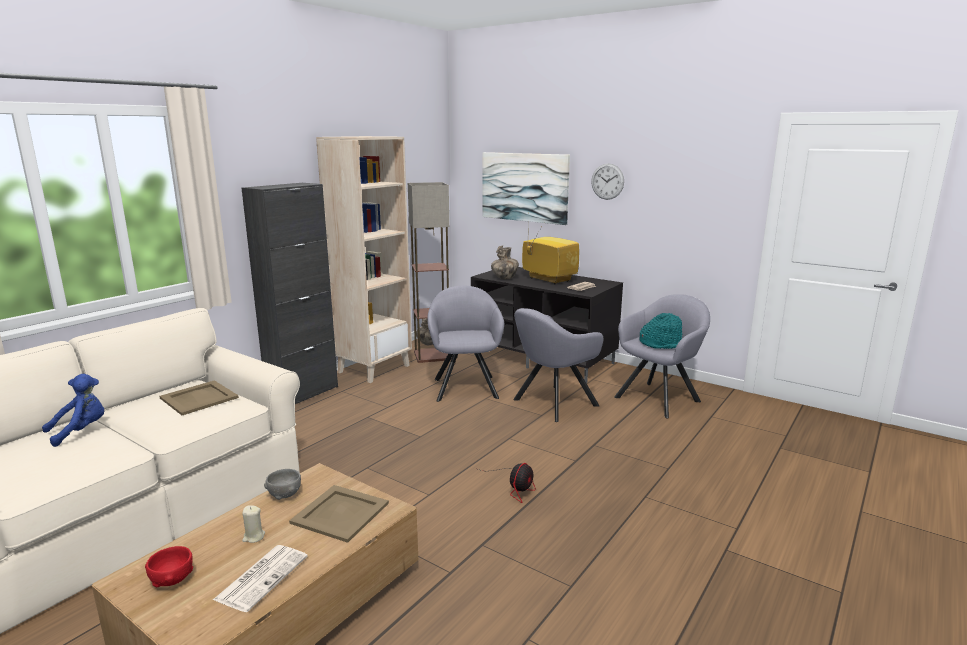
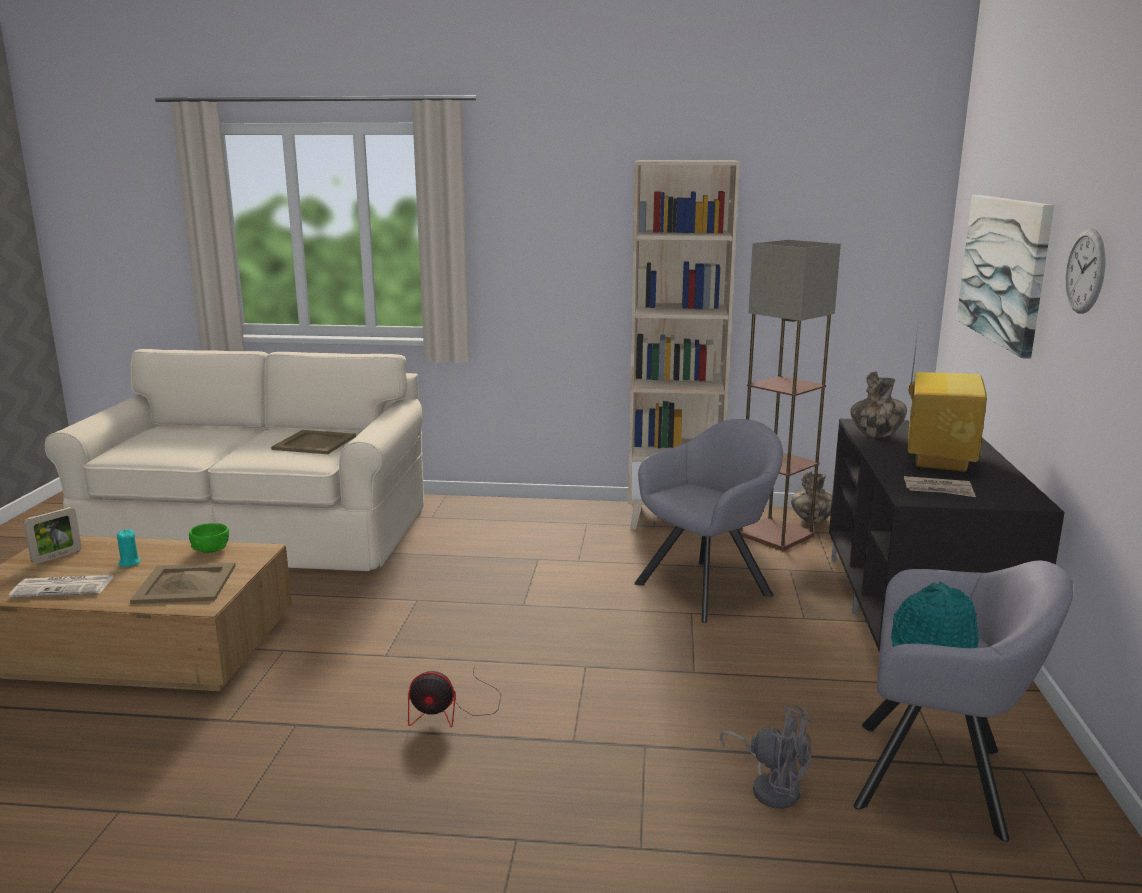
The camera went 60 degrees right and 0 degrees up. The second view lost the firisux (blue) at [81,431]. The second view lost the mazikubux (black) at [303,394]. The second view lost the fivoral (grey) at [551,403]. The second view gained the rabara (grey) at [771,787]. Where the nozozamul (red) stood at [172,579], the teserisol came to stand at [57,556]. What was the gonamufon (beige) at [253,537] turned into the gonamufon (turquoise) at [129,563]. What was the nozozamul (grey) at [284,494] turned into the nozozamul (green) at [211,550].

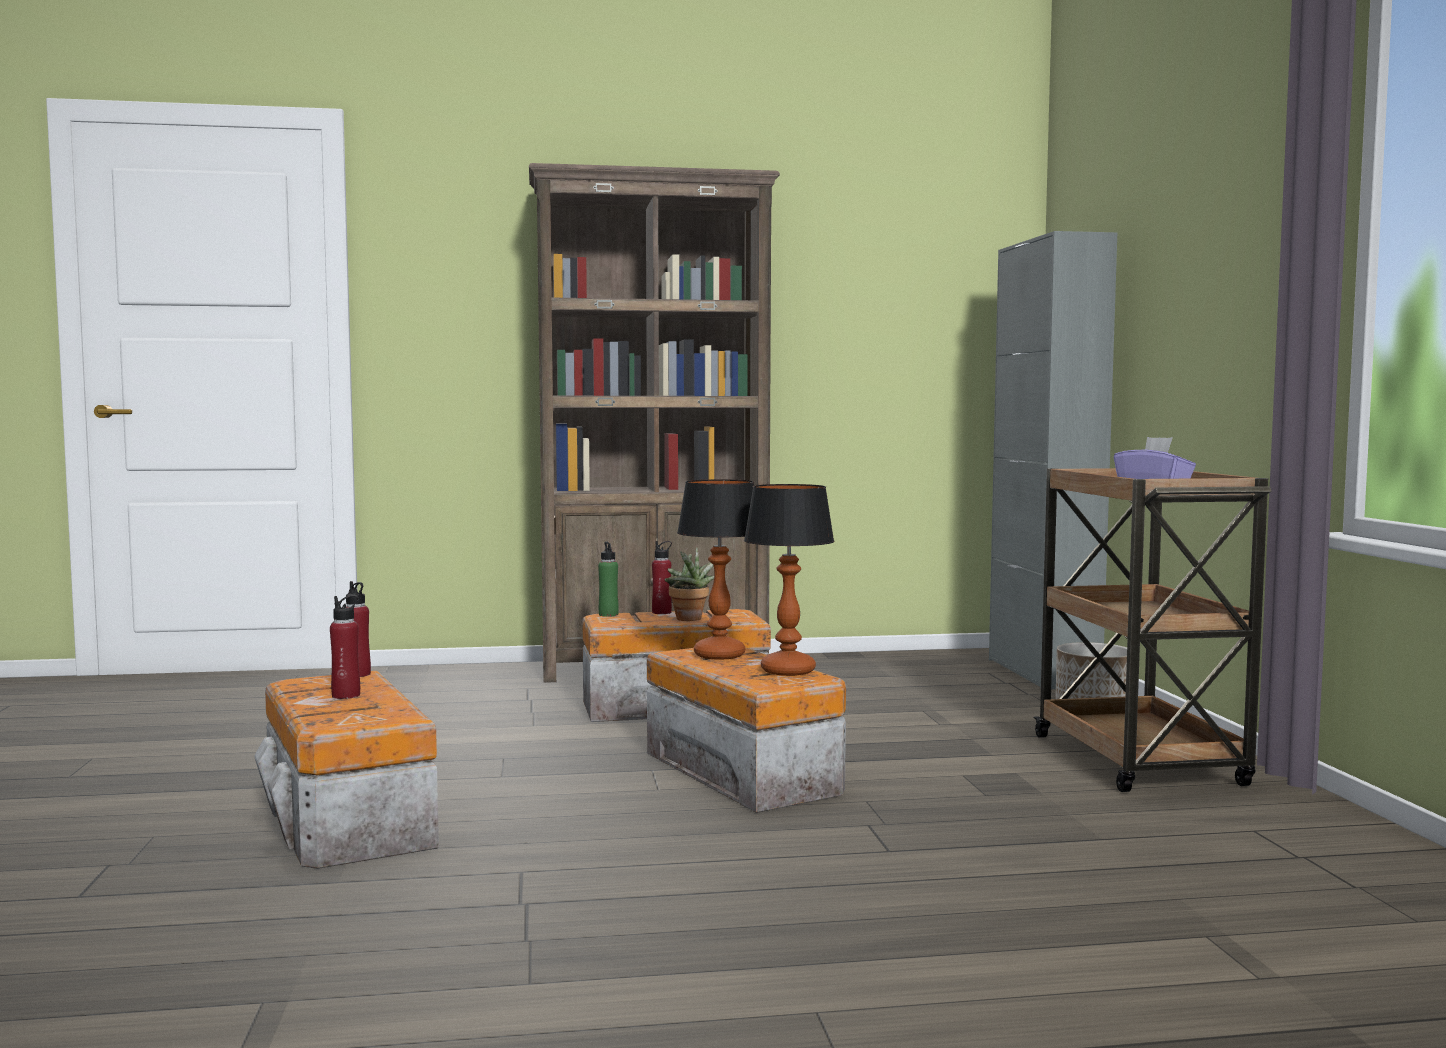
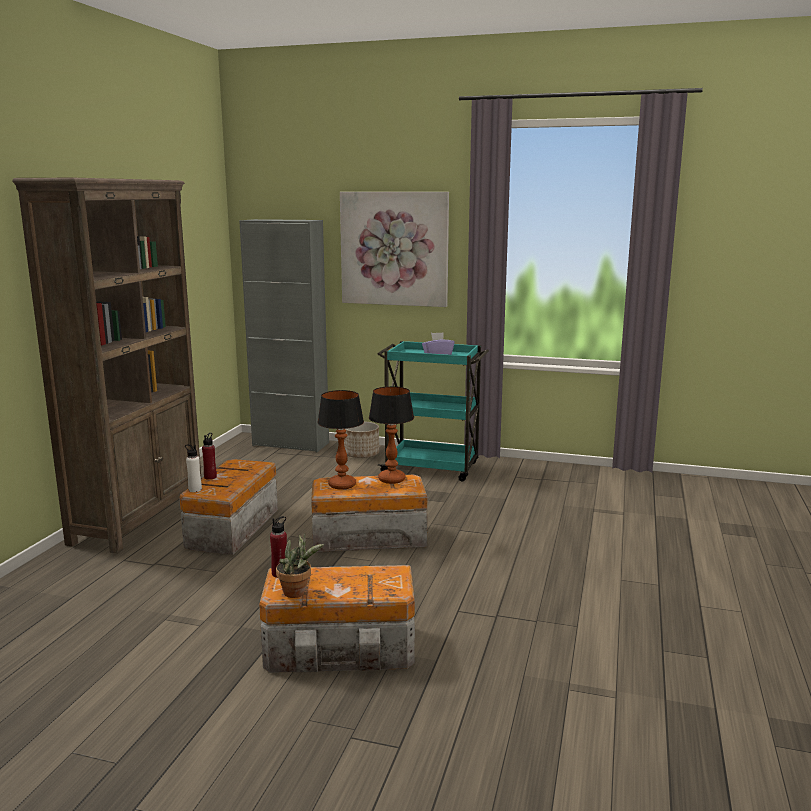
The camera went 65 degrees left and 10 degrees up. The second view lost the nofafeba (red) at [346,695]. The second view gained the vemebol at [394,249]. The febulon ended up elsewhere, having gone from [690,619] to [298,593]. What was the nofafeba (green) at [608,614] turned into the nofafeba (white) at [195,489]. What was the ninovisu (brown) at [1139,762] turned into the ninovisu (turquoise) at [432,468].

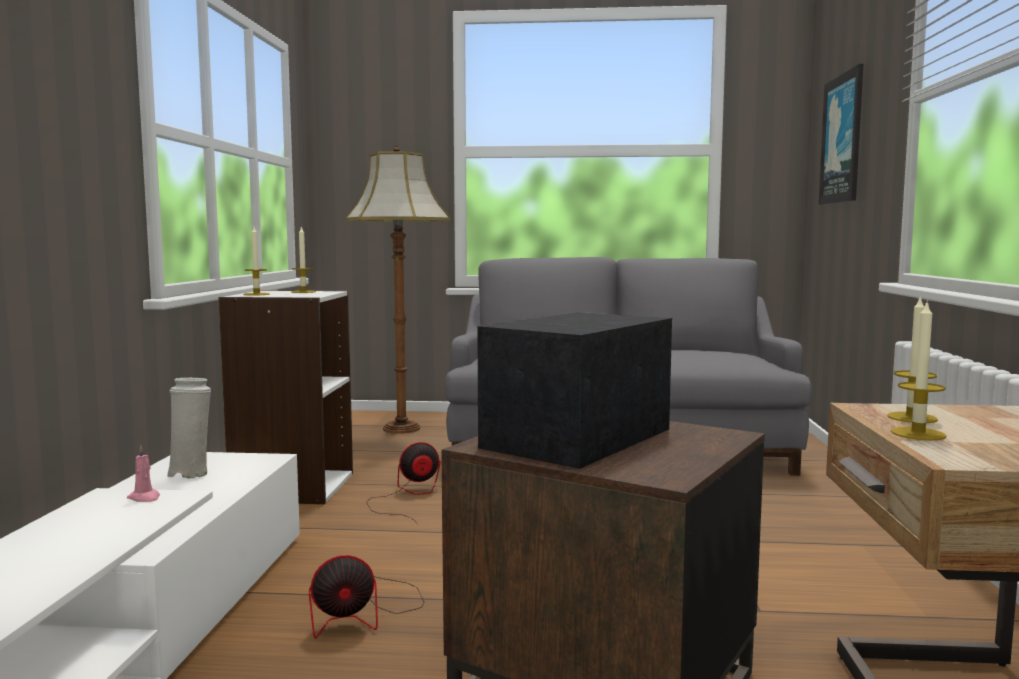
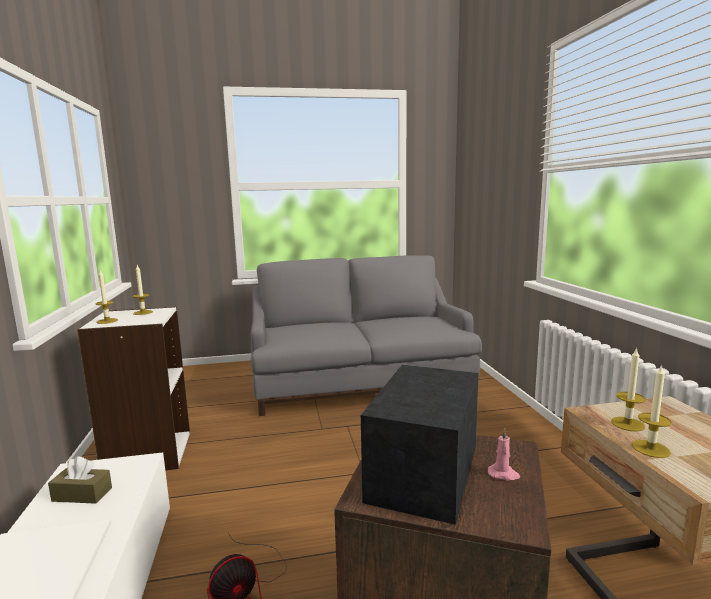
The camera went 15 degrees left and 5 degrees up. The second view lost the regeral at [401,428]. The second view lost the rabara at [408,496]. The second view lost the vemebol at [843,139]. The gonamufon (pink) ended up elsewhere, having gone from [144,498] to [503,474]. Where the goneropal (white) stood at [190,474], the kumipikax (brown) came to stand at [82,494].

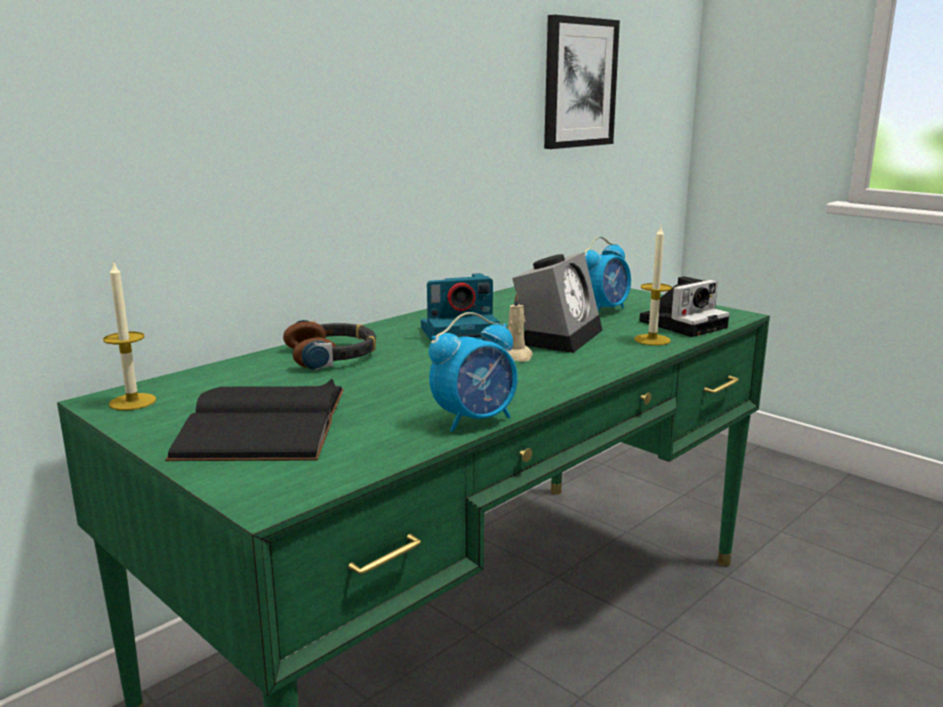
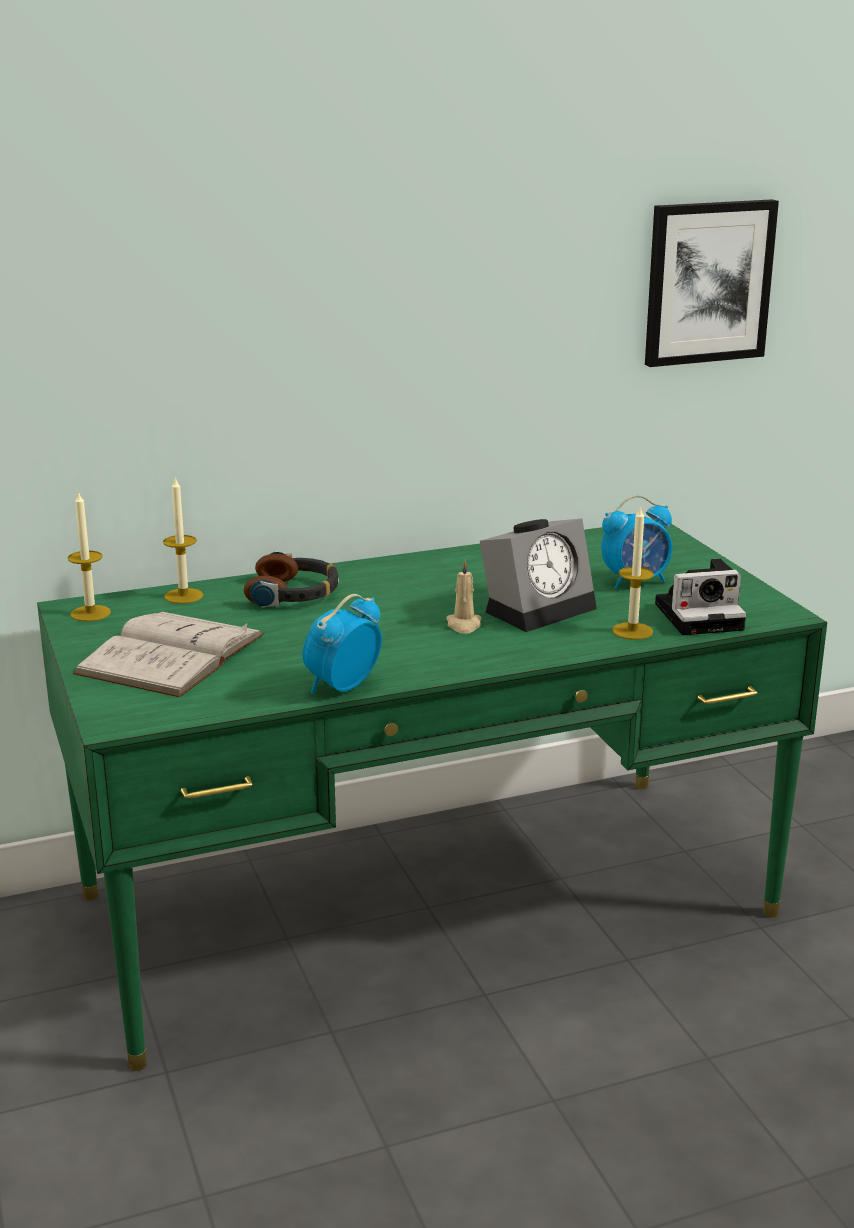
The camera went 25 degrees right and 5 degrees up. The second view lost the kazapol at [460,334]. The second view gained the gonamufon at [183,596]. What was the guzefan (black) at [263,422] turned into the guzefan (white) at [171,654]. The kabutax at [475,420] ended up facing another way, 135 degrees clockwise from before.

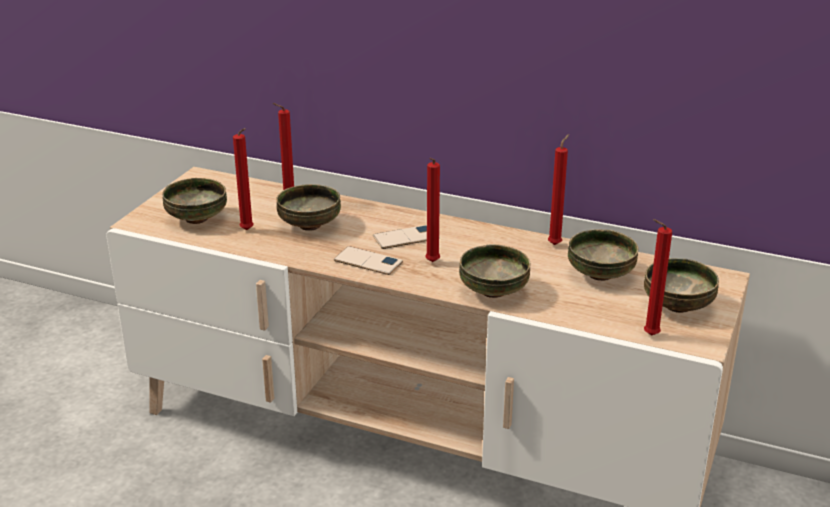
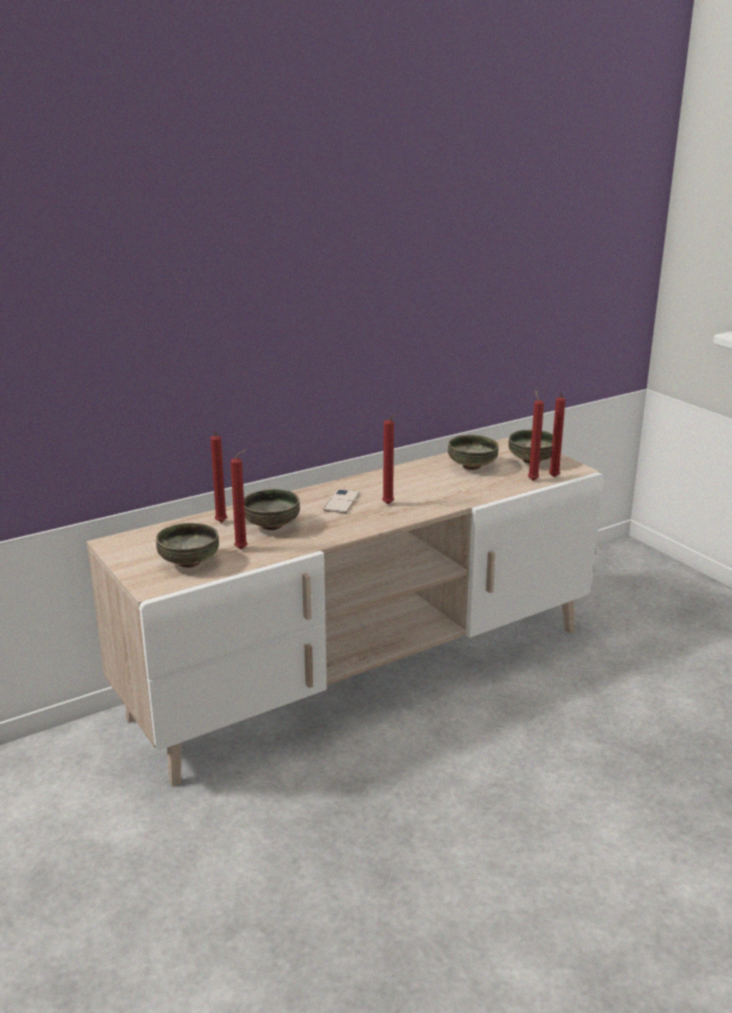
The camera went 55 degrees left and 5 degrees down. The second view lost the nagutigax at [368,261]. The second view lost the nozozamul at [493,291]. The gonamufon (red) ended up elsewhere, having gone from [556,244] to [532,480].

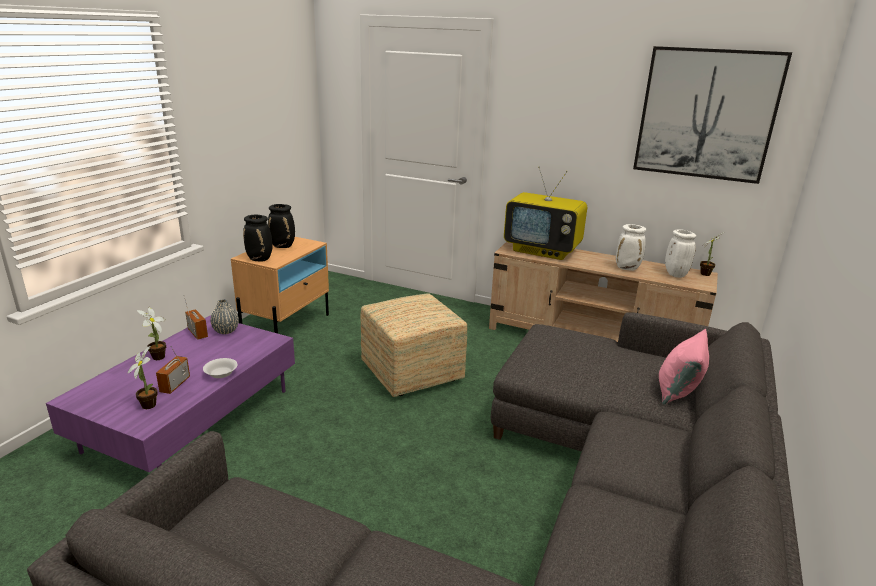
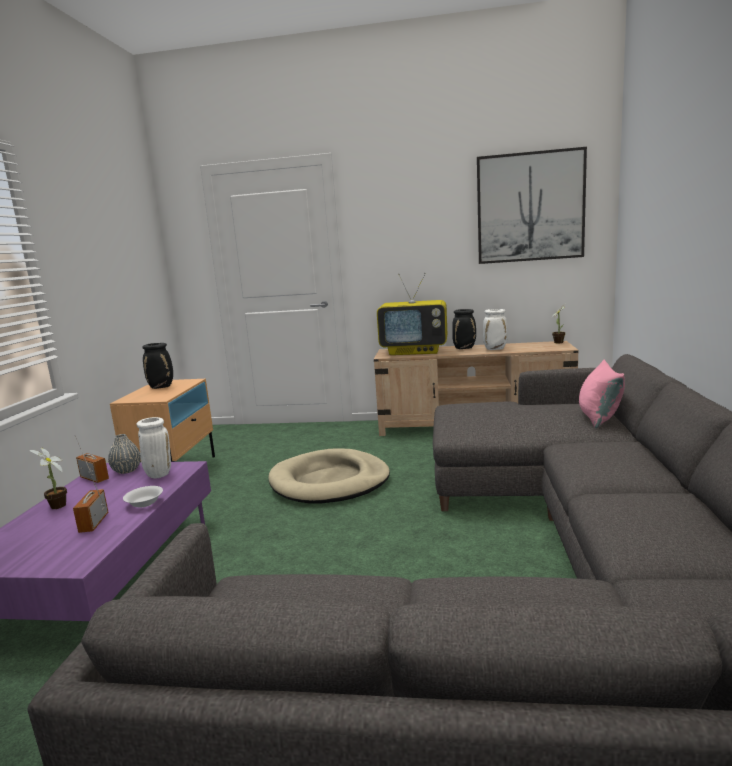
The camera went 15 degrees left and 10 degrees down. The second view lost the febulon at [149,404]. The goneropal (black) ended up elsewhere, having gone from [260,259] to [464,348]. The goneropal (white) ended up elsewhere, having gone from [674,274] to [158,474]. Where the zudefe stood at [413,373], the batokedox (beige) came to stand at [330,481].

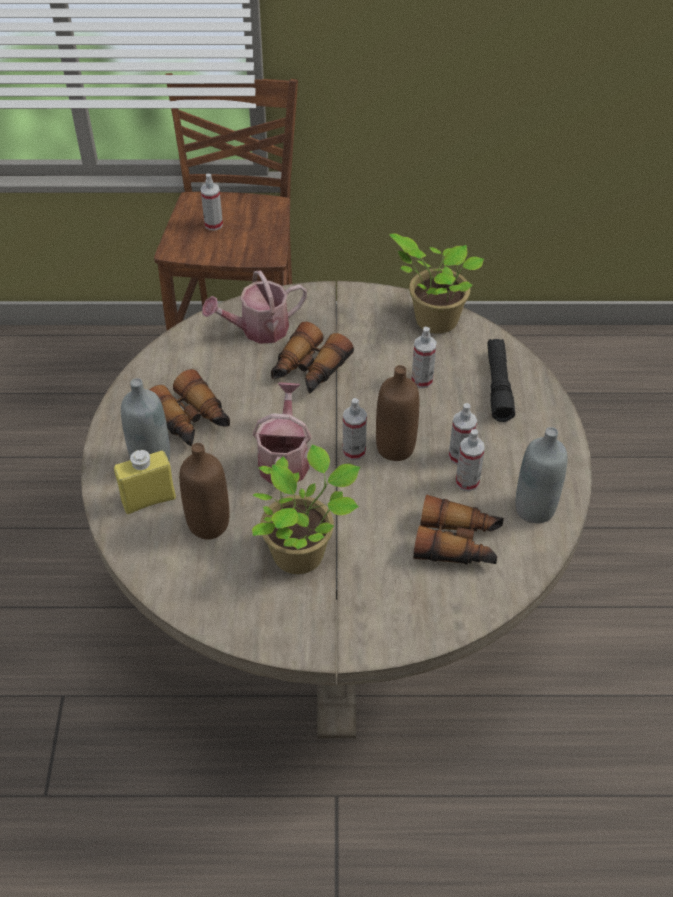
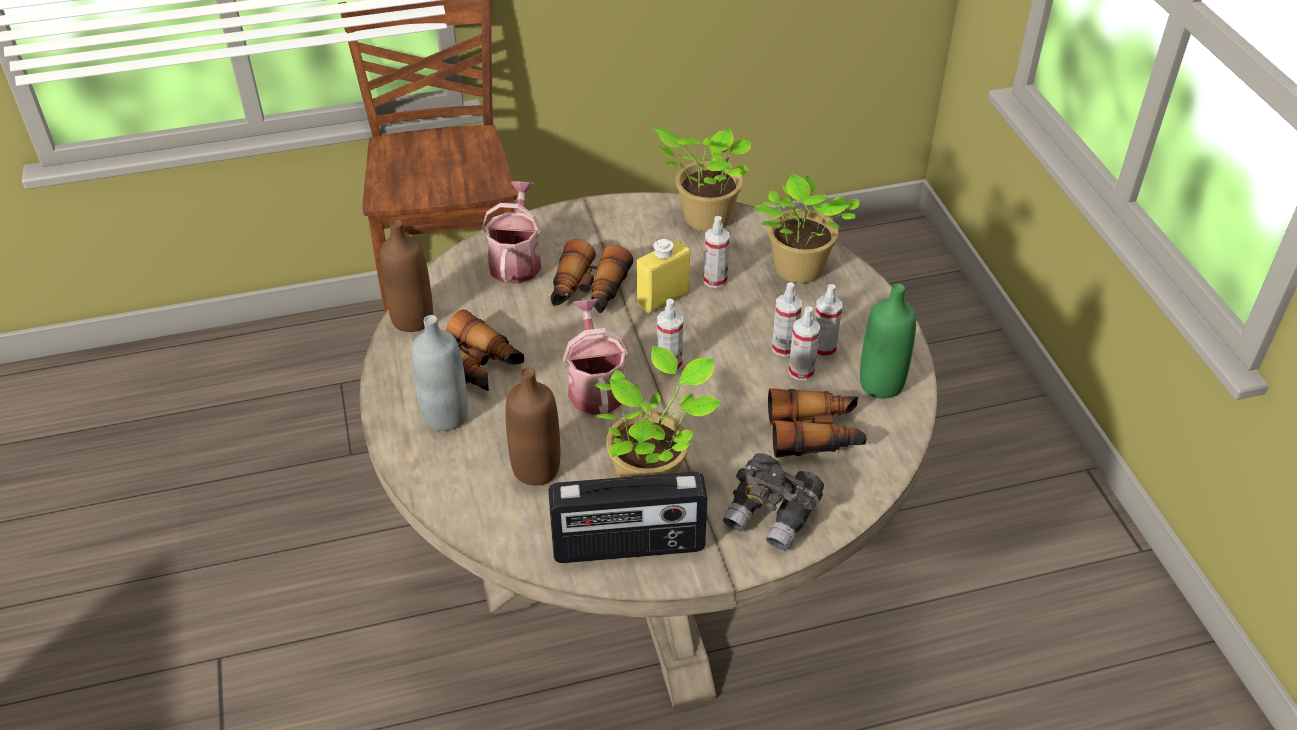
The camera went 15 degrees left and 5 degrees down. The second view gained the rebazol at [628,547]. The second view gained the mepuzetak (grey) at [772,515]. The nofafeba (yellow) ended up elsewhere, having gone from [148,500] to [663,298]. The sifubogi ended up elsewhere, having gone from [213,224] to [823,349]. The nofafeba (brown) ended up elsewhere, having gone from [395,448] to [412,319]. Where the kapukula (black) stood at [498,385], the febulon came to stand at [797,270]. What was the nofafeba (grey) at [534,509] turned into the nofafeba (green) at [881,384]. The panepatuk at [258,330] ended up facing another way, 135 degrees clockwise from before.

